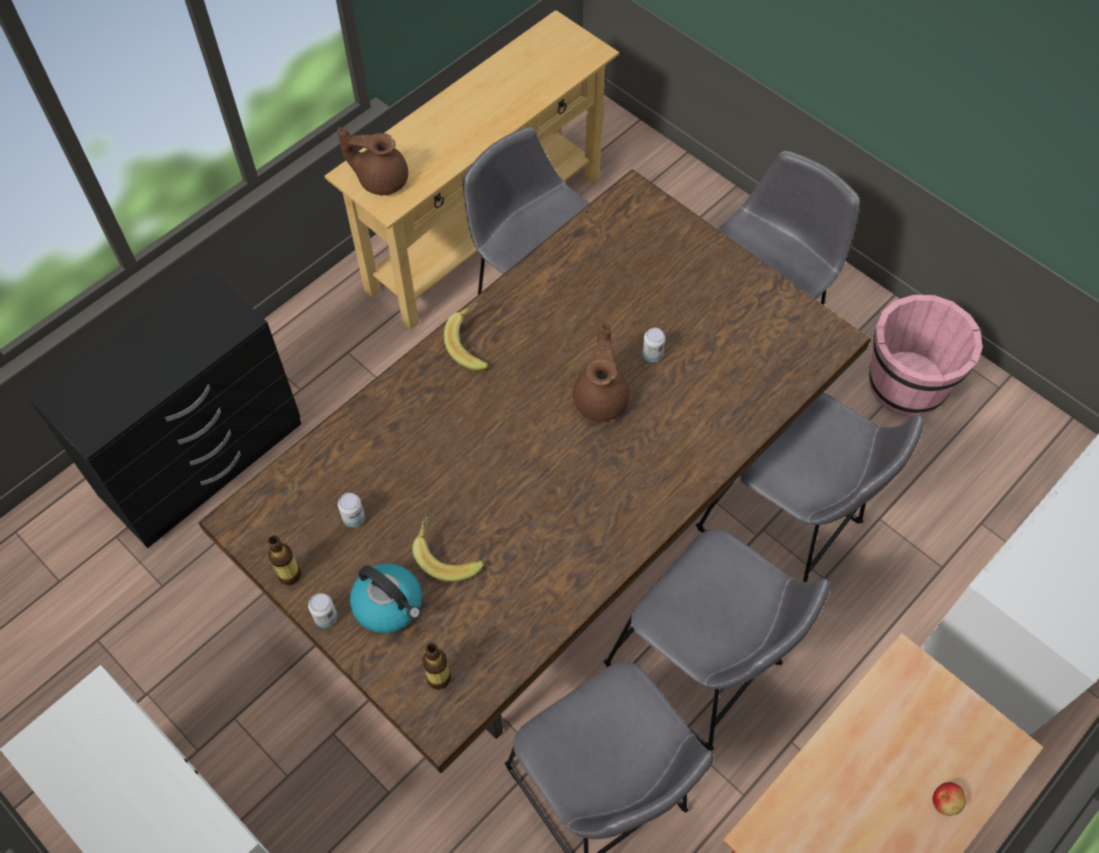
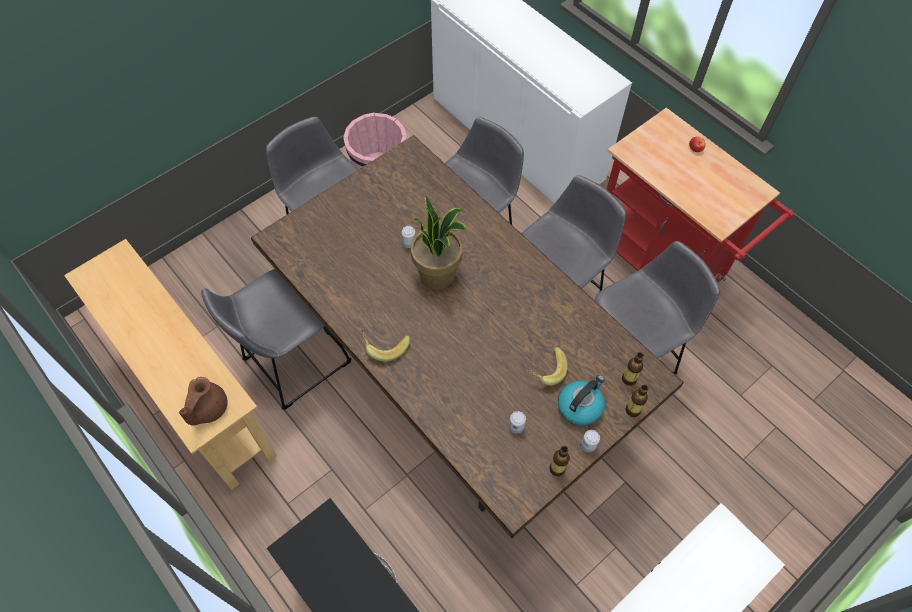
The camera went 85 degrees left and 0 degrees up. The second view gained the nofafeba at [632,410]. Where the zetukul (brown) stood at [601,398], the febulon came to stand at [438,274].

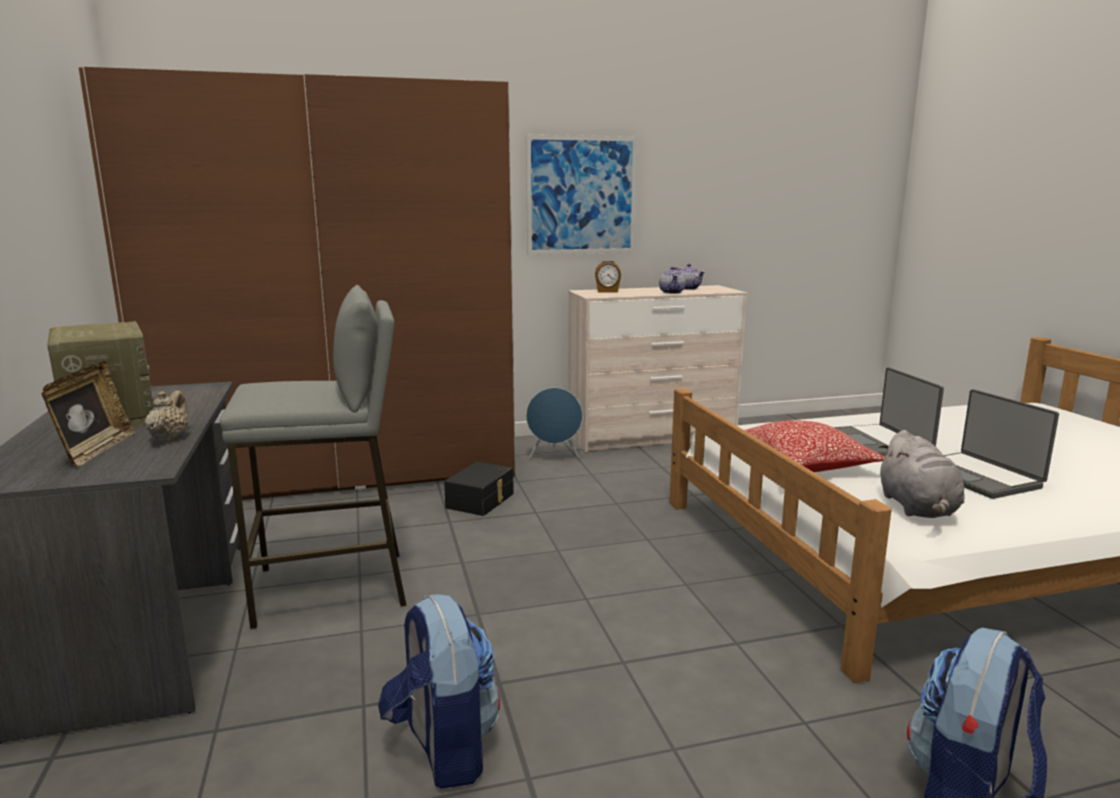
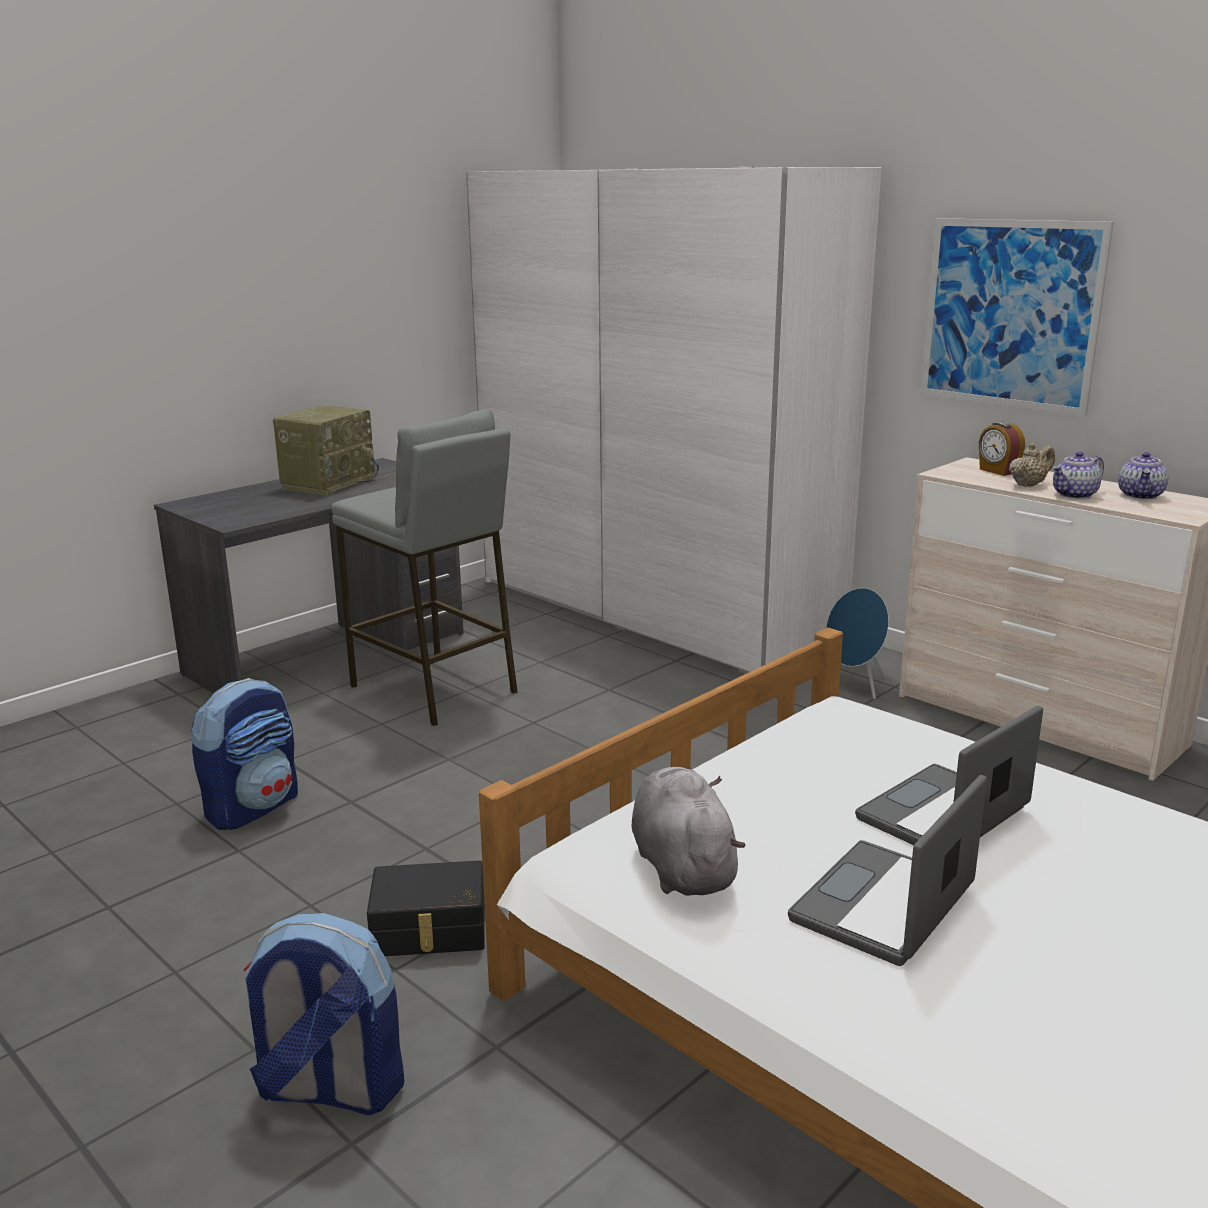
The camera went 60 degrees right and 5 degrees up. The second view lost the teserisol at [95,451]. The second view lost the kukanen at [805,464]. The zetukul (beige) ended up elsewhere, having gone from [169,437] to [1028,485]. The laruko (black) ended up elsewhere, having gone from [481,501] to [429,930]. What was the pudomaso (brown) at [344,472] turned into the pudomaso (white) at [653,610]. The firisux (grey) at [918,508] ended up facing another way, 105 degrees clockwise from before.

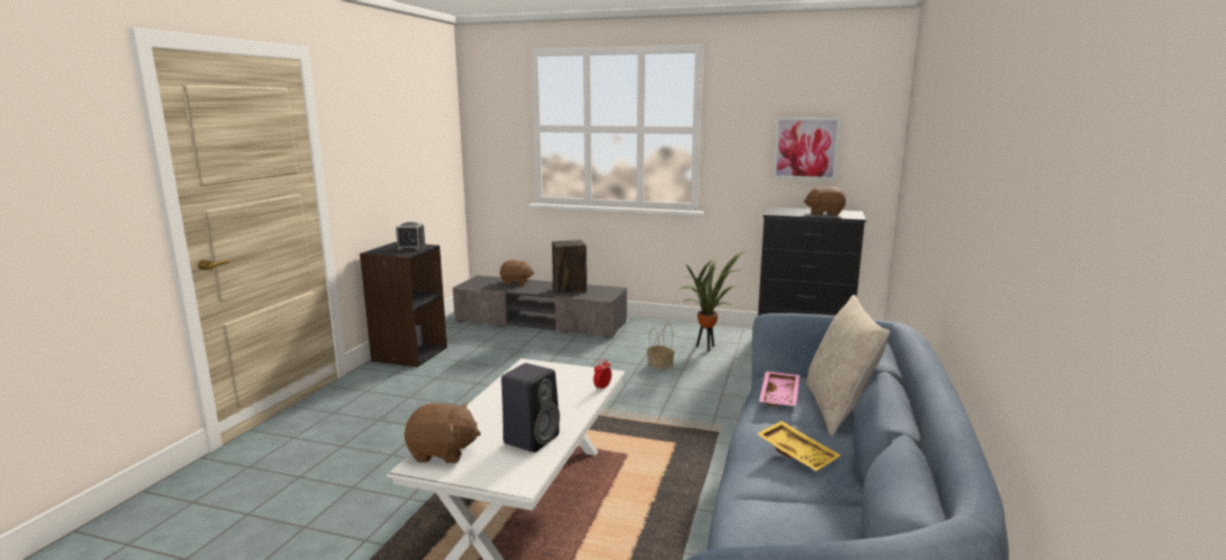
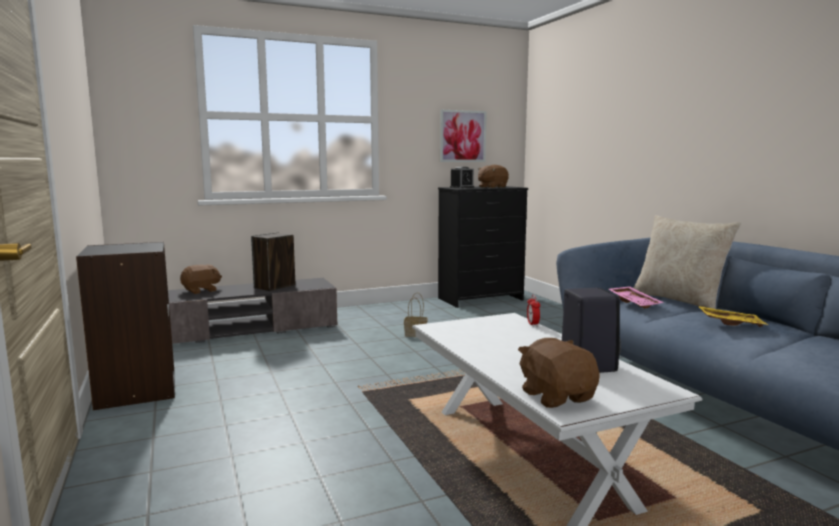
The camera went 40 degrees left and 5 degrees down. The second view lost the febulon at [707,348]. The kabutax ended up elsewhere, having gone from [411,247] to [462,187]. The firisux (brown) at [442,452] ended up facing another way, 75 degrees counterclockwise from before.

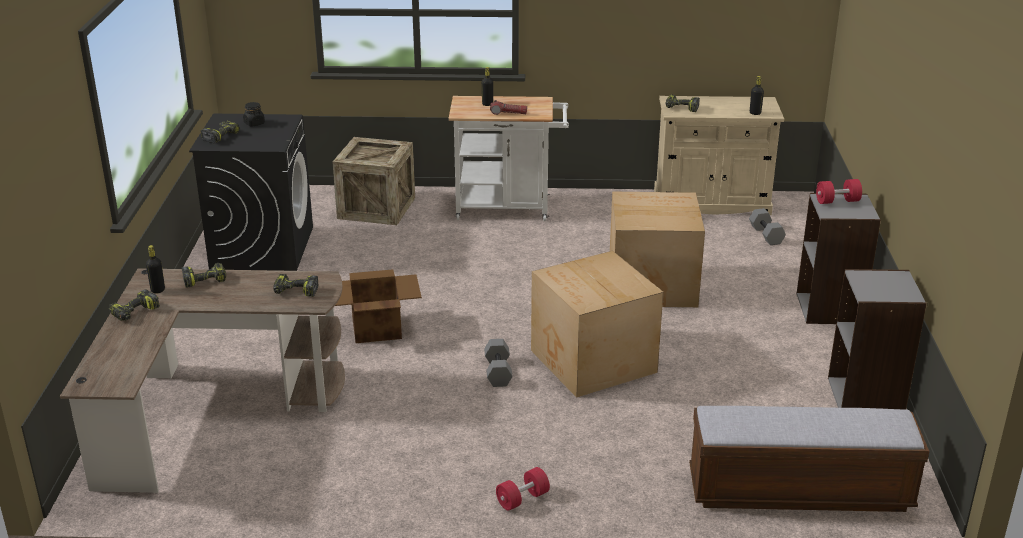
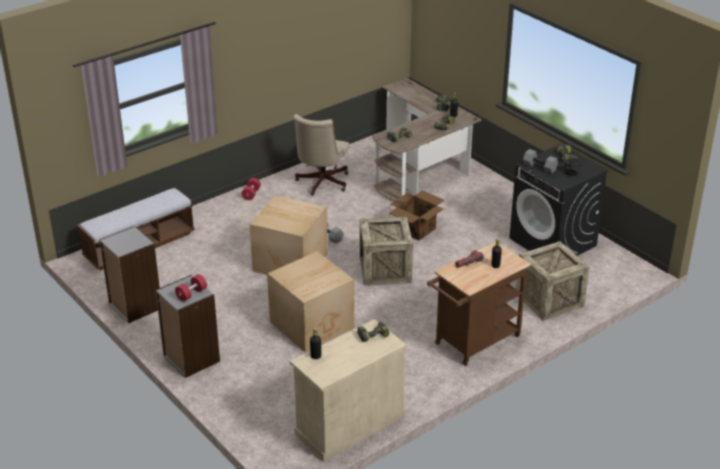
The camera went 140 degrees right and 5 degrees up. The second view gained the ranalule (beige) at [321,183]. The second view gained the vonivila at [385,270]. The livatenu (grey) ended up elsewhere, having gone from [767,235] to [539,167]. What was the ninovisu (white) at [509,208] turned into the ninovisu (brown) at [473,343].

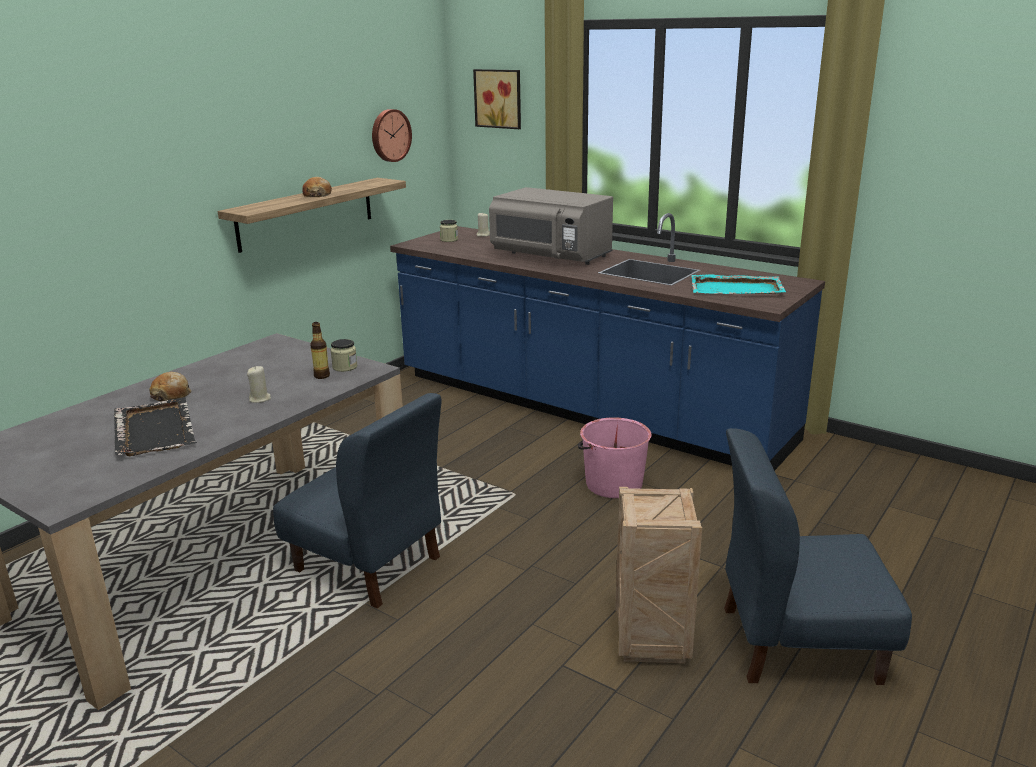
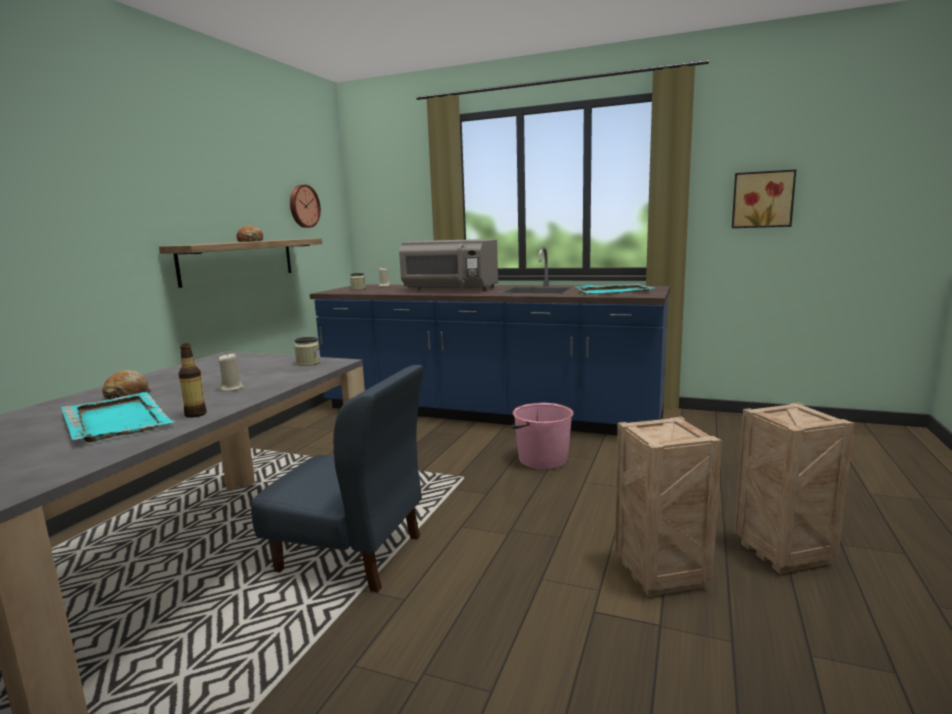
The camera went 15 degrees left and 10 degrees down. The nofafeba ended up elsewhere, having gone from [321,376] to [195,414]. The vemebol ended up elsewhere, having gone from [499,98] to [762,199]. Where the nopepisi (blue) stood at [797,643], the vonivila came to stand at [780,553]. What was the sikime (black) at [154,430] turned into the sikime (turquoise) at [116,420].

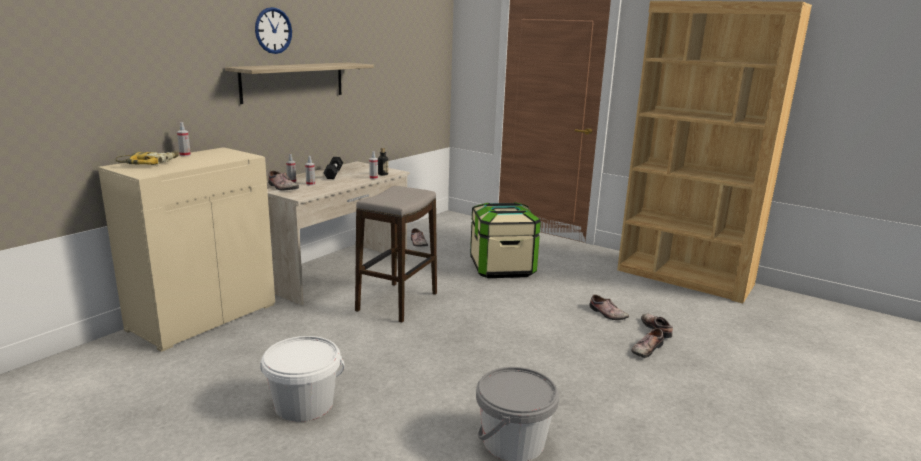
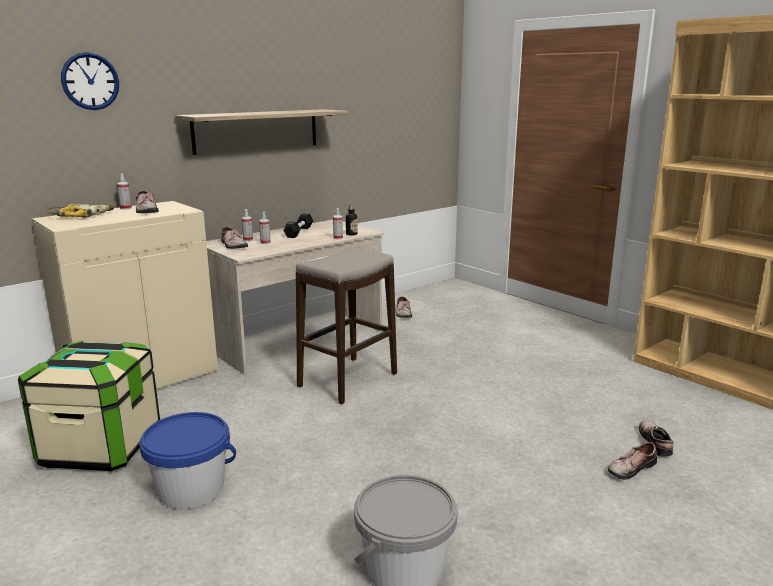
The camera went 15 degrees right and 0 degrees up. The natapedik ended up elsewhere, having gone from [273,30] to [90,81]. The laruko ended up elsewhere, having gone from [502,268] to [101,447]. The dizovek ended up elsewhere, having gone from [607,314] to [145,210]. What was the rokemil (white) at [304,404] turned into the rokemil (blue) at [191,489].

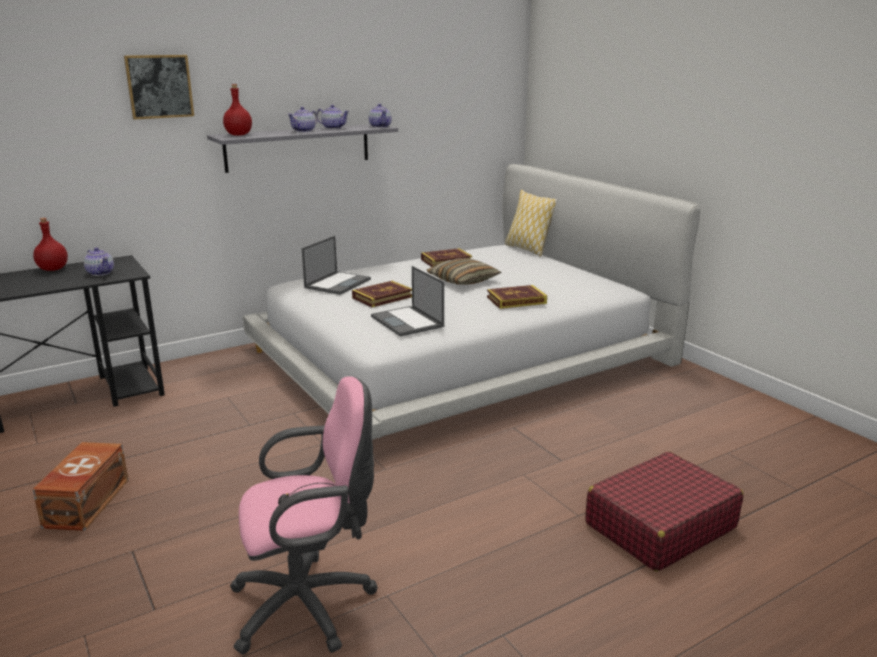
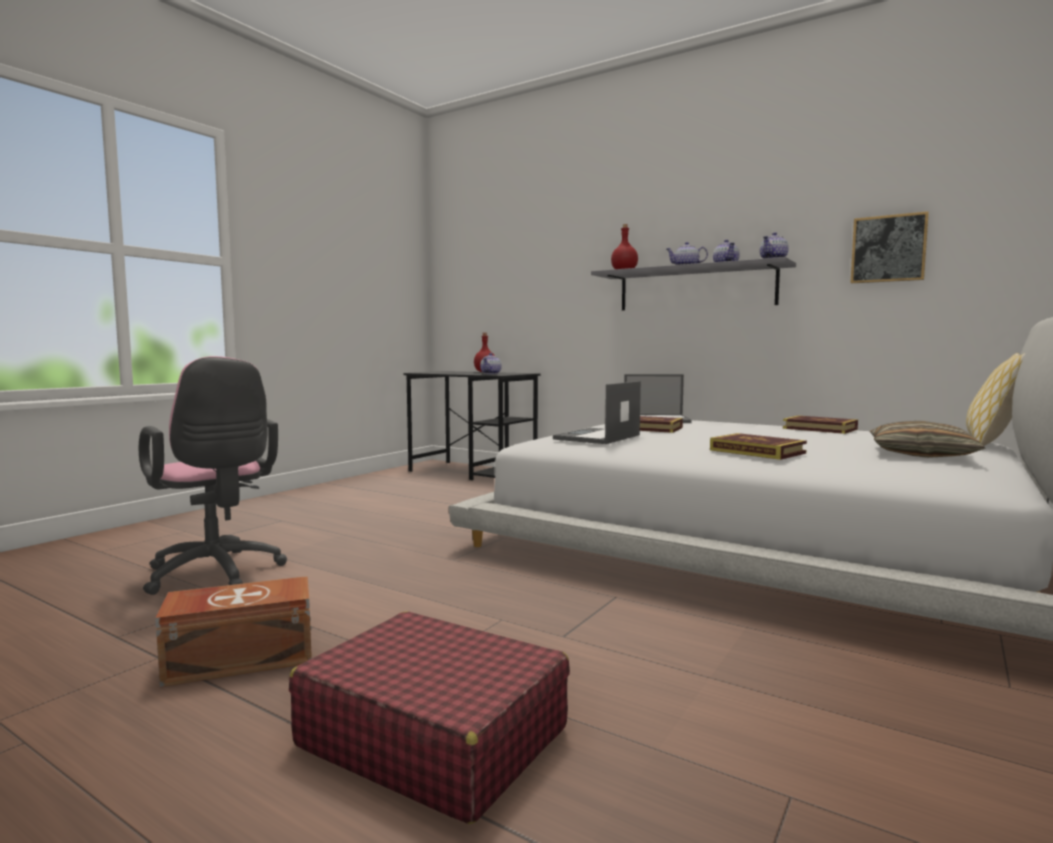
The camera went 65 degrees right and 15 degrees down. The laruko (brown) ended up elsewhere, having gone from [85,503] to [239,658]. The vemebol ended up elsewhere, having gone from [159,86] to [888,249]. The kukanen ended up elsewhere, having gone from [463,280] to [921,454].

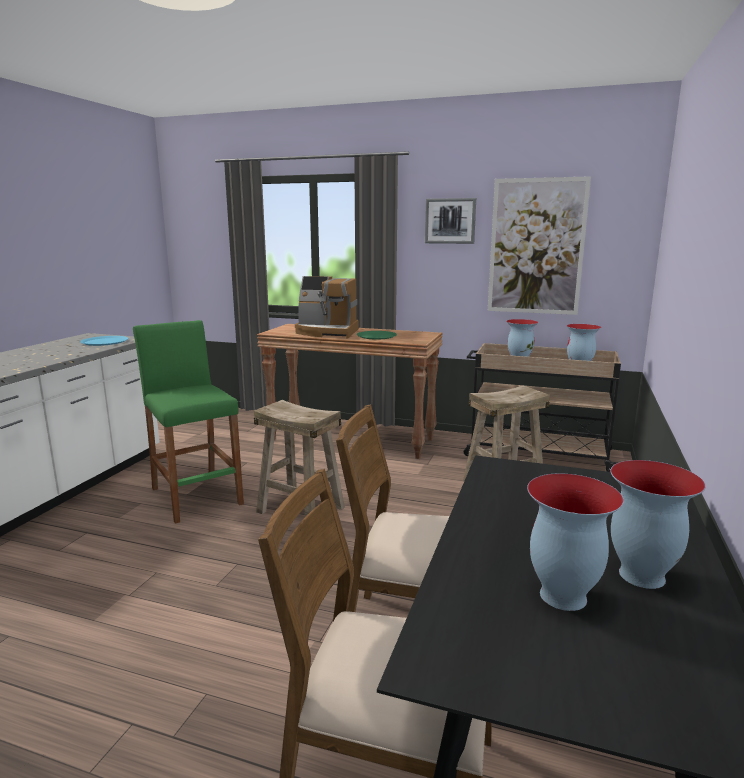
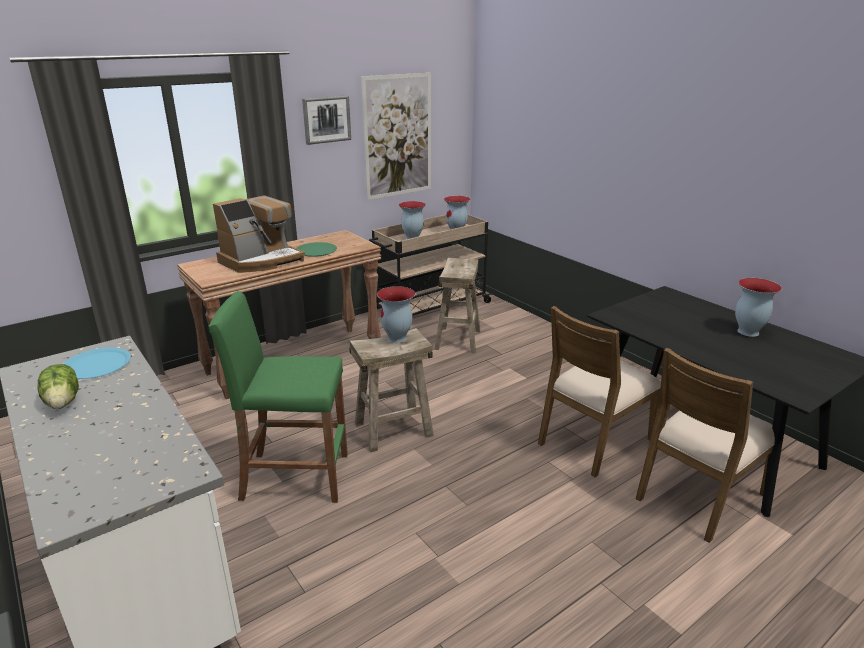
The camera went 55 degrees left and 10 degrees up. The second view gained the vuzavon at [63,401]. The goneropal ended up elsewhere, having gone from [563,597] to [397,338].

